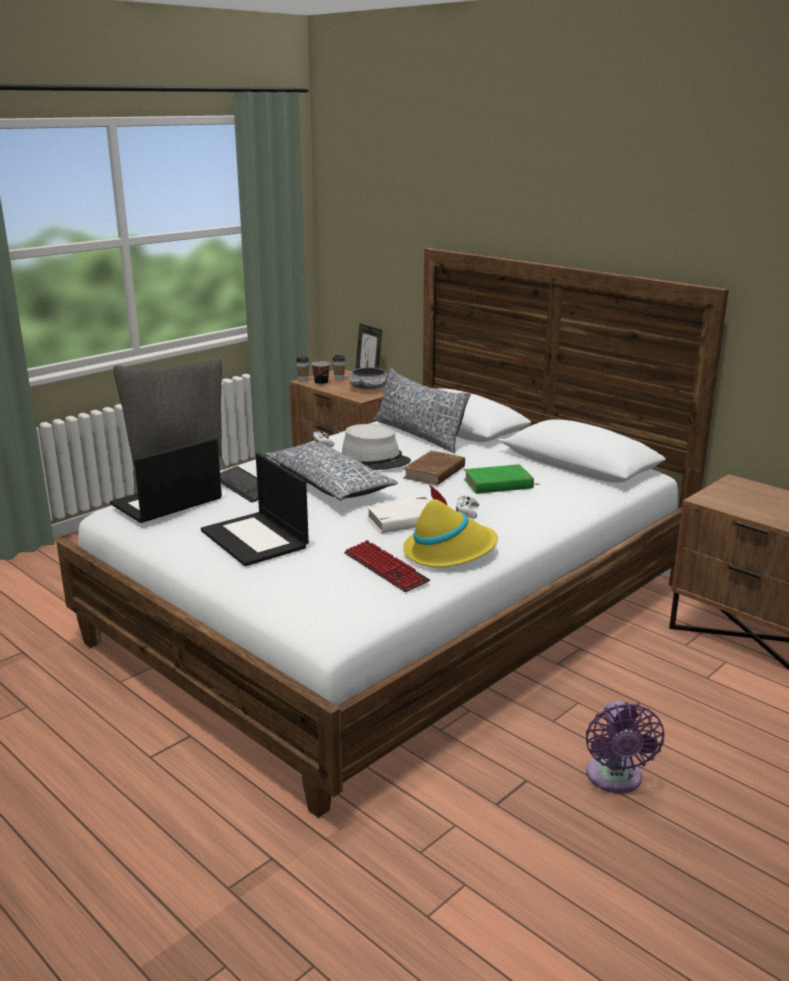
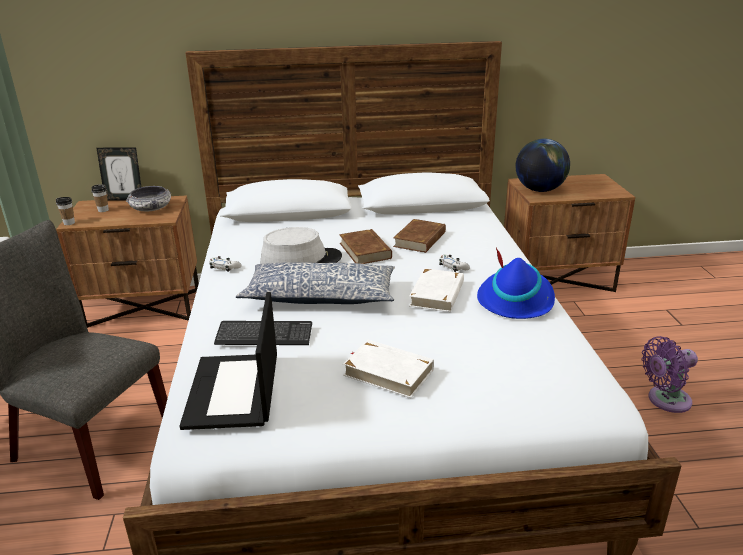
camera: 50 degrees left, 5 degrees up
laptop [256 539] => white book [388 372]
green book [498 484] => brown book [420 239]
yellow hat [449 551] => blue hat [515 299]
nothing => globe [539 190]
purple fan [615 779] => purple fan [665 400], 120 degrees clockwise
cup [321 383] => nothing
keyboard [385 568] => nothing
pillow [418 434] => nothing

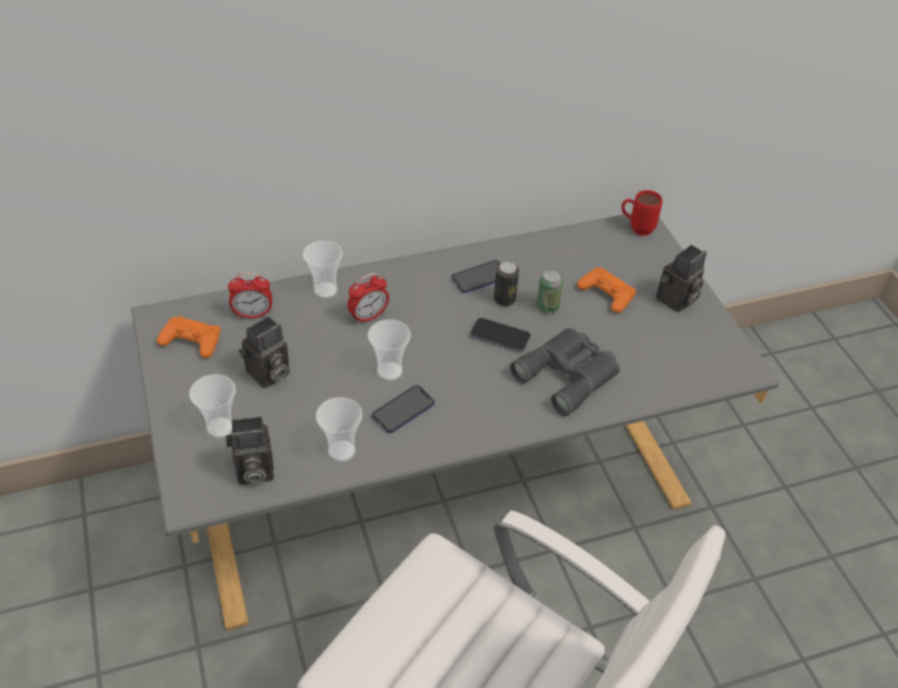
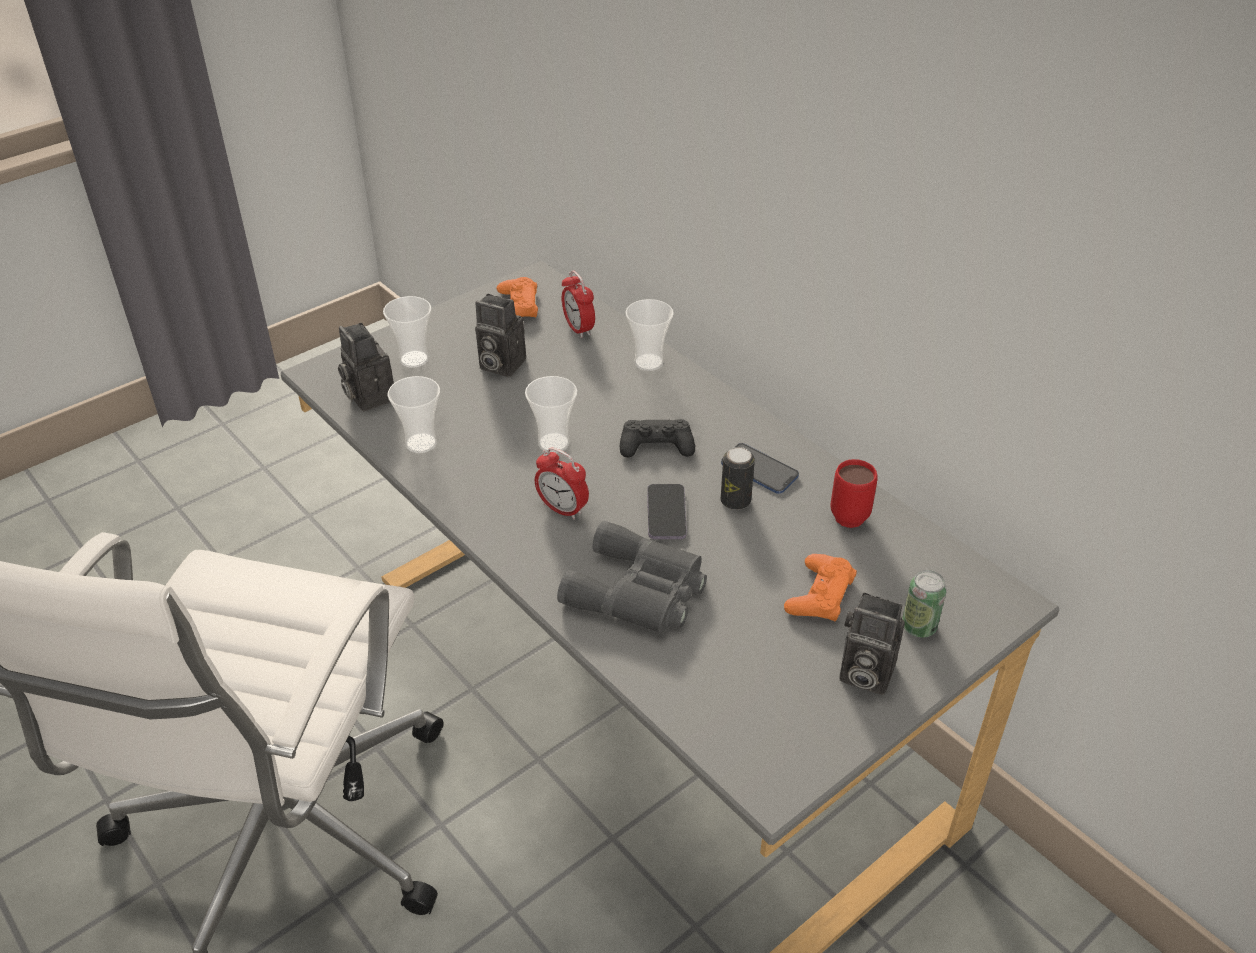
camera: 70 degrees right, 5 degrees down
alarm clock [368 316] => alarm clock [562 509], shifted
nothing => black game controller [656 445]
red mug [636 228] => red mug [847 512], shifted
can [547 307] => can [918 627], shifted
phone [403 410] => nothing

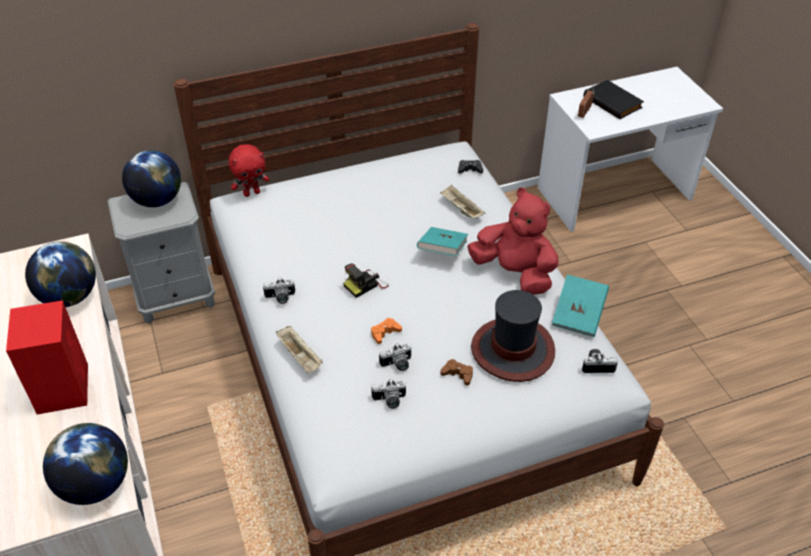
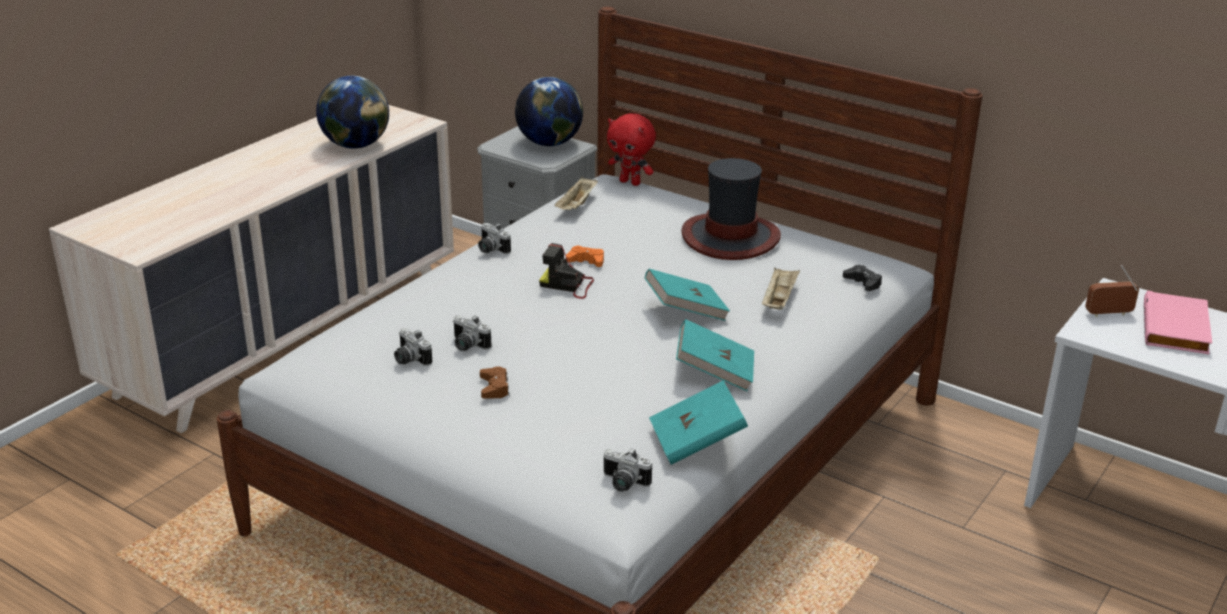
camera: 55 degrees right, 15 degrees down
beige tray [300 356] => beige tray [577 206], shifted
orange game controller [385 333] => orange game controller [586 261], shifted
photo camera [597 365] => photo camera [623 484], 150 degrees clockwise
red plush toy [514 273] => turquoise book [714 372]
hat [513 350] => hat [730 237], shifted
black book [613 102] => pink book [1177 328]
red speaker [63 387] => nothing
globe [95 485] => nothing

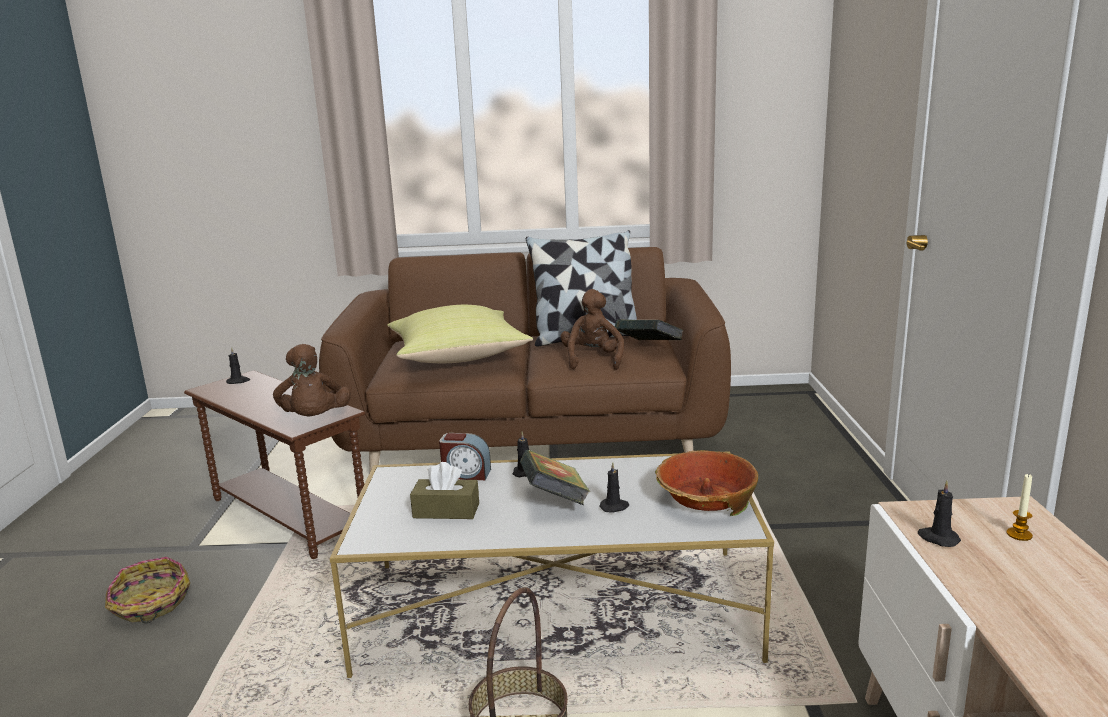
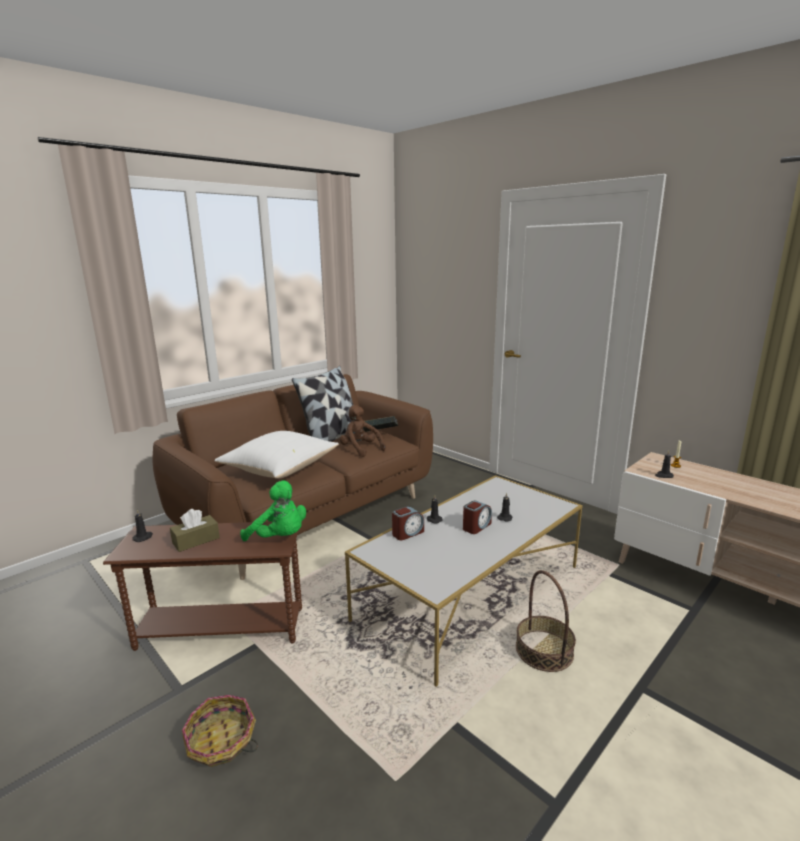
camera: 45 degrees left, 0 degrees up
brown tissue box [446 510] => brown tissue box [196 540], shifted
yellow pillow [459 357] => white pillow [280 469]
brown plush toy [314 420] => green plush toy [279 538]
book [554 501] => alarm clock [476 526]
bowl [706 499] => nothing

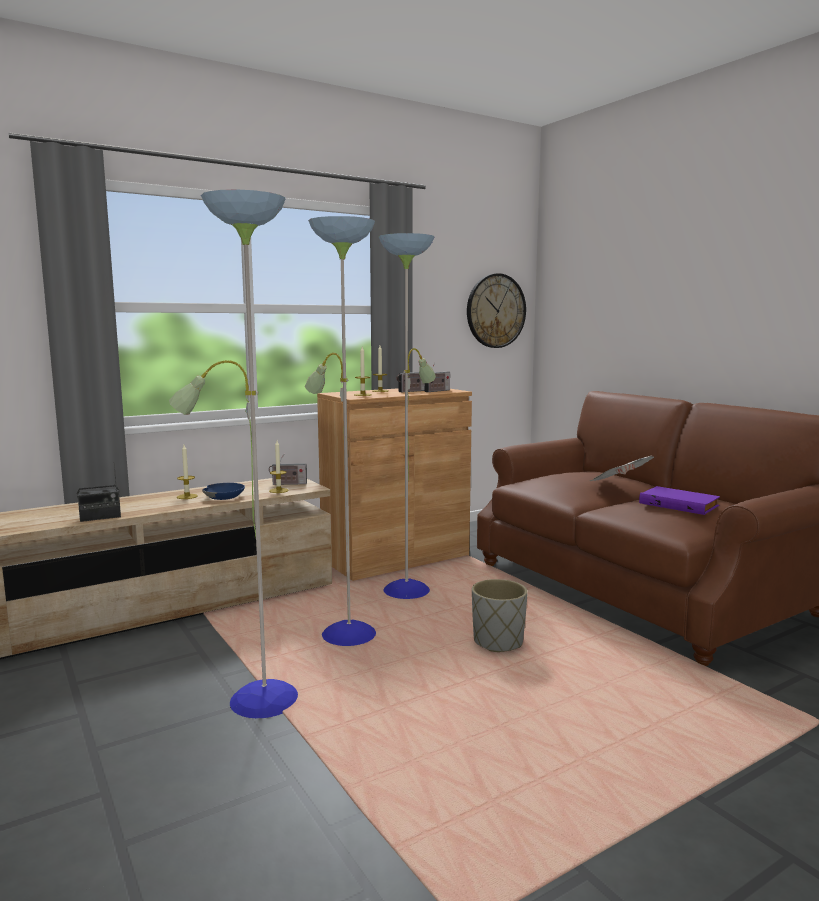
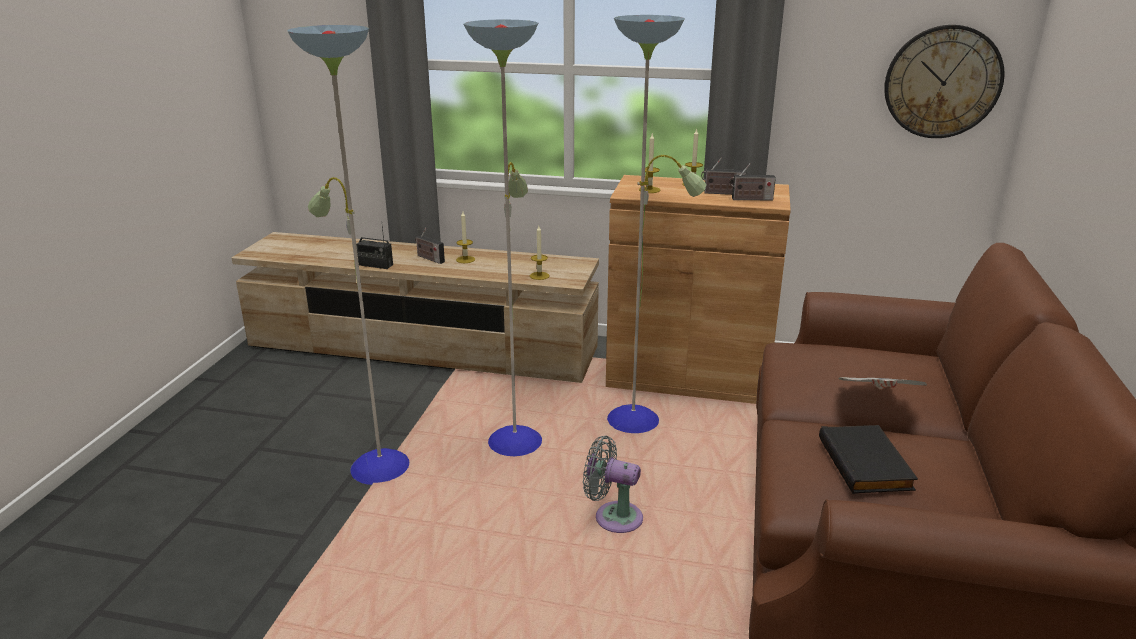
camera: 45 degrees right, 15 degrees up
radio [288 484] => radio [429 258], shifted
grey planter [498 642] => grey fan [613 517]
purple book [680 504] => black book [867 464]
blue bowl [224 496] => nothing

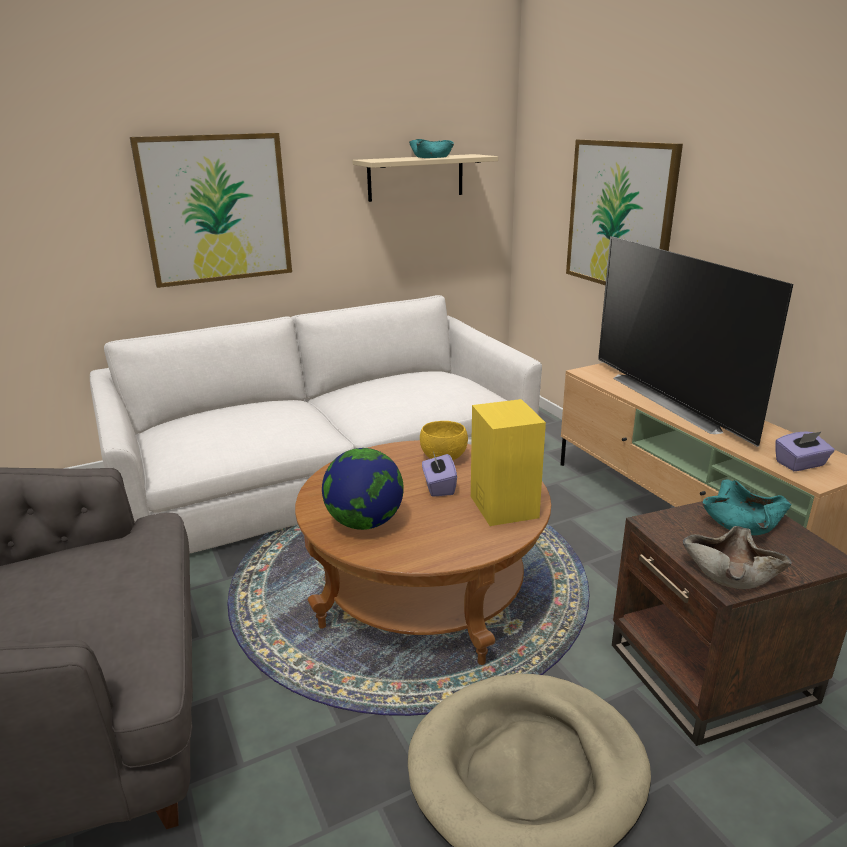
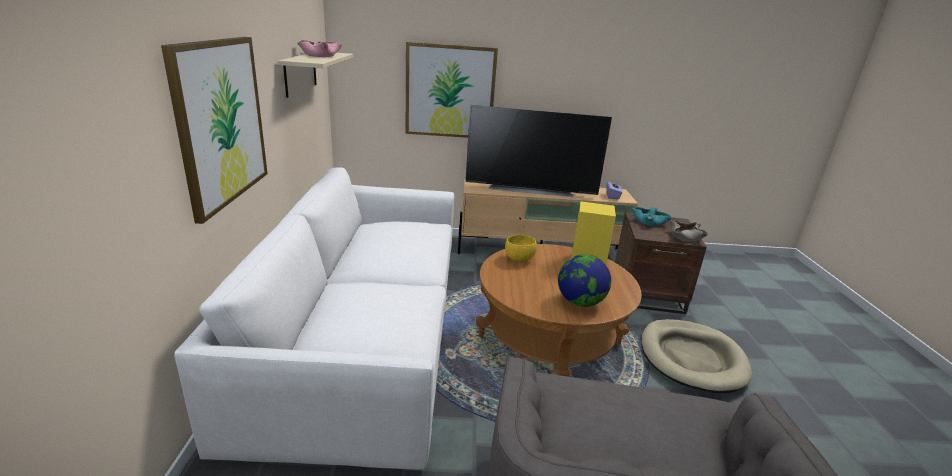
camera: 65 degrees left, 0 degrees up
turquoise bowl [432 157] => pink bowl [320 55]
purple tissue box [438 487] => nothing

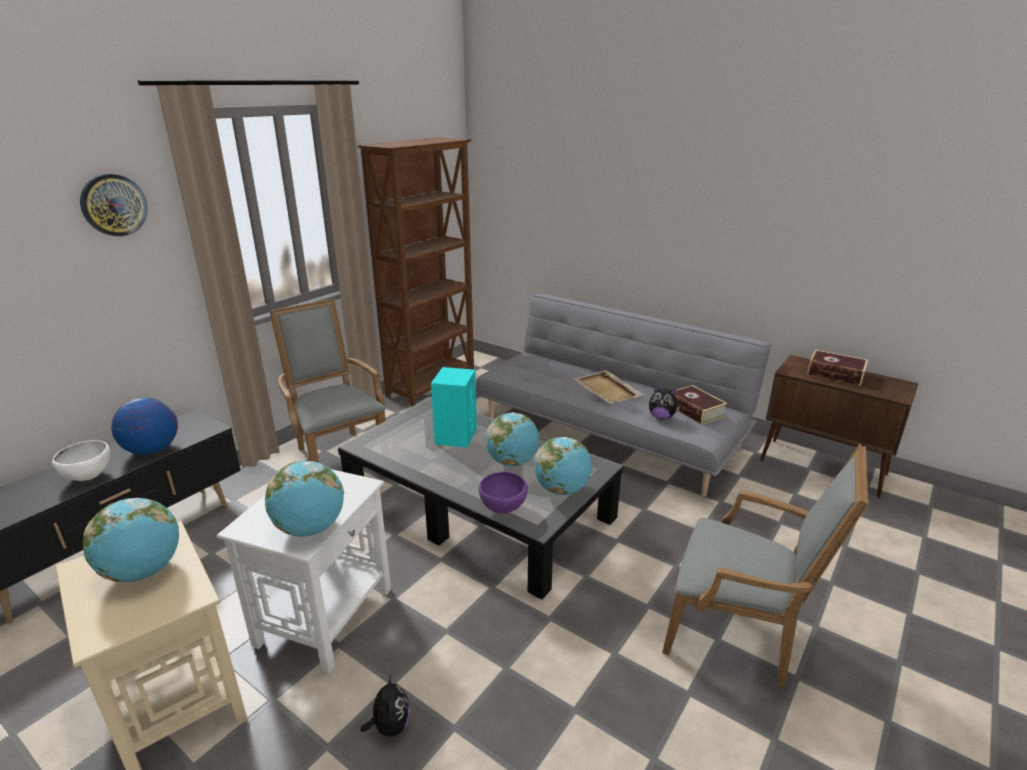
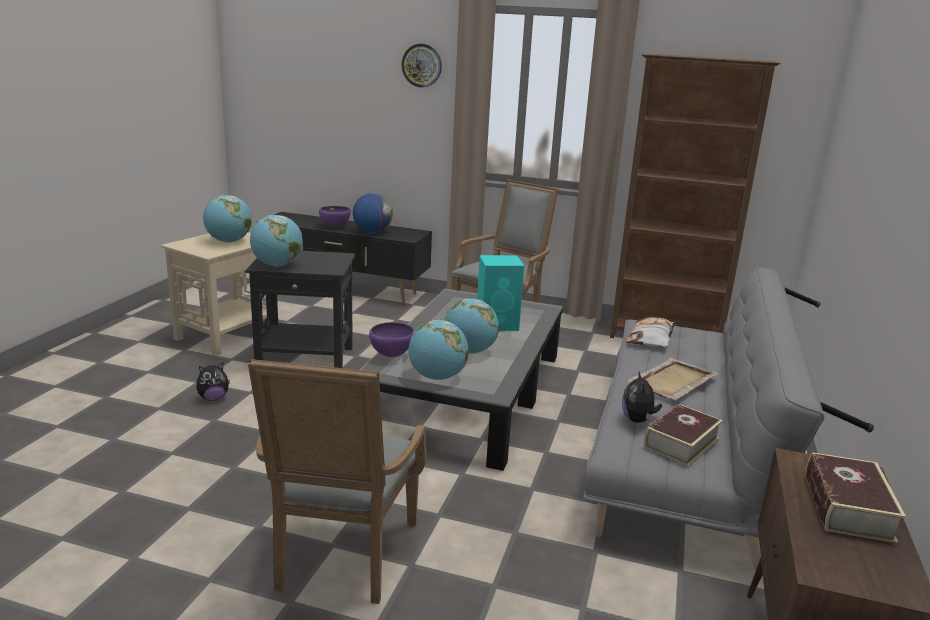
camera: 70 degrees right, 5 degrees down
white side table [326 615] => black side table [306 359]
white bowl [89 477] => purple bowl [335 227]
nothing => pillow [651 338]

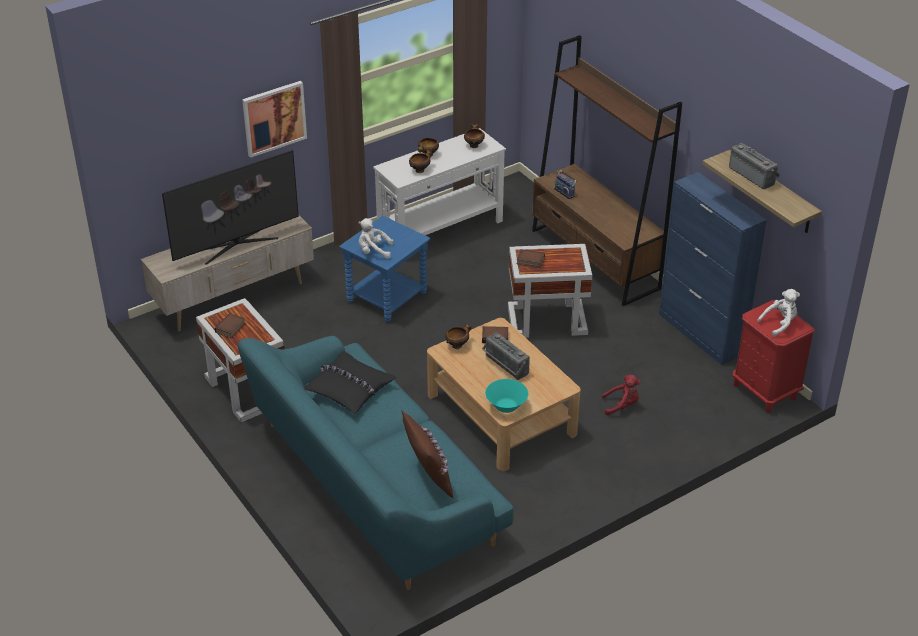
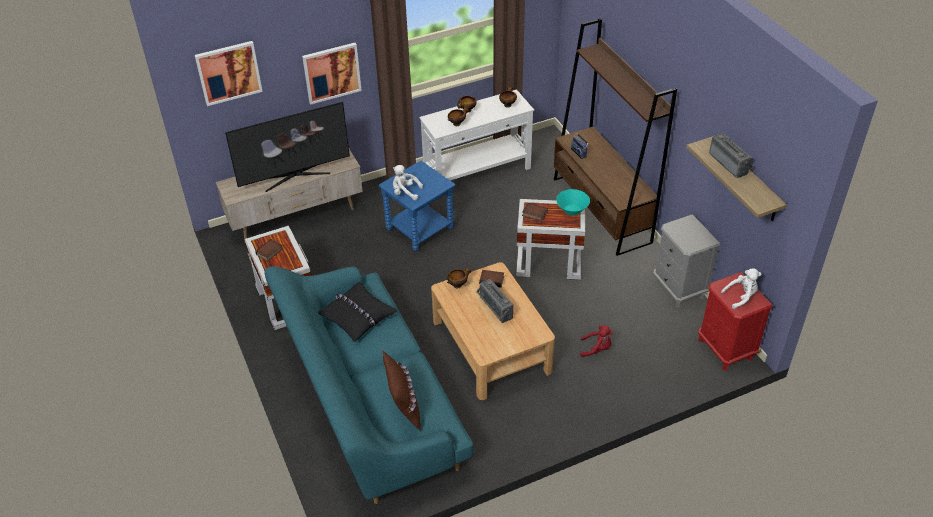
camera: 10 degrees right, 5 degrees up
nothing => picture [228 72]
turquoise bowl [506 406] => turquoise bowl [572 210], shifted
blue cabinet [701 334] => grey nightstand [679 288]

